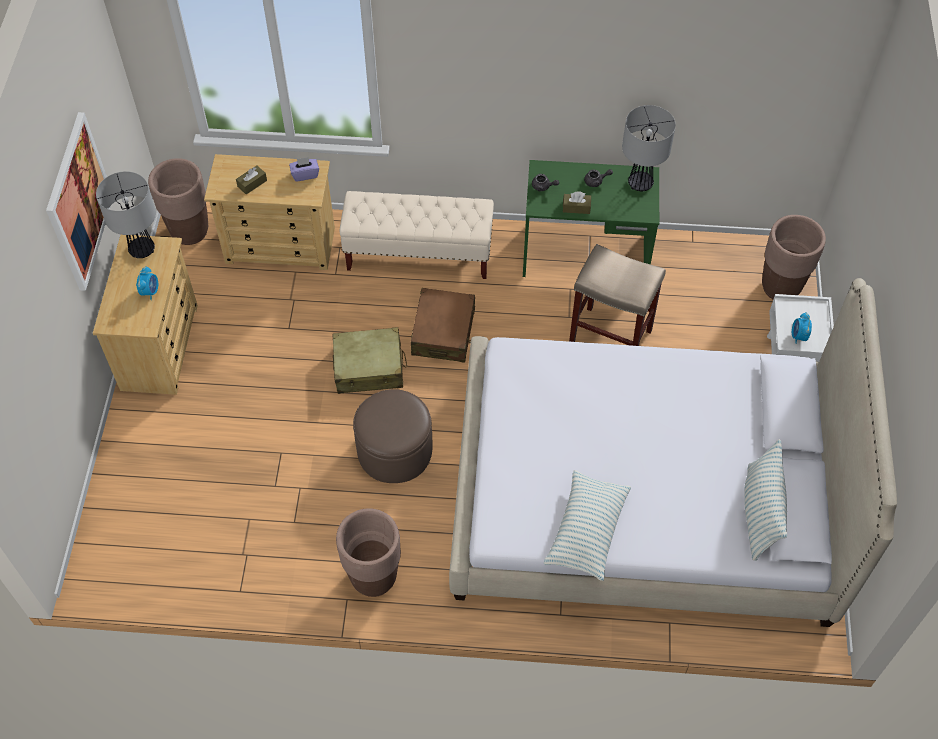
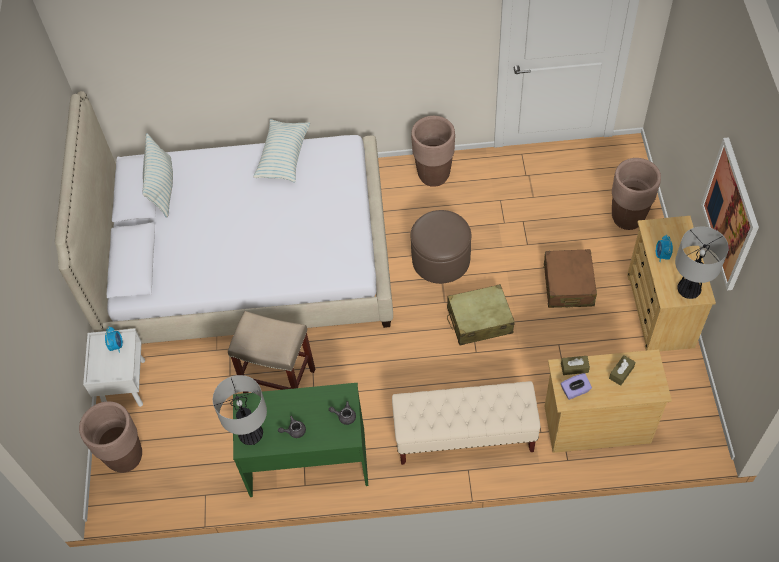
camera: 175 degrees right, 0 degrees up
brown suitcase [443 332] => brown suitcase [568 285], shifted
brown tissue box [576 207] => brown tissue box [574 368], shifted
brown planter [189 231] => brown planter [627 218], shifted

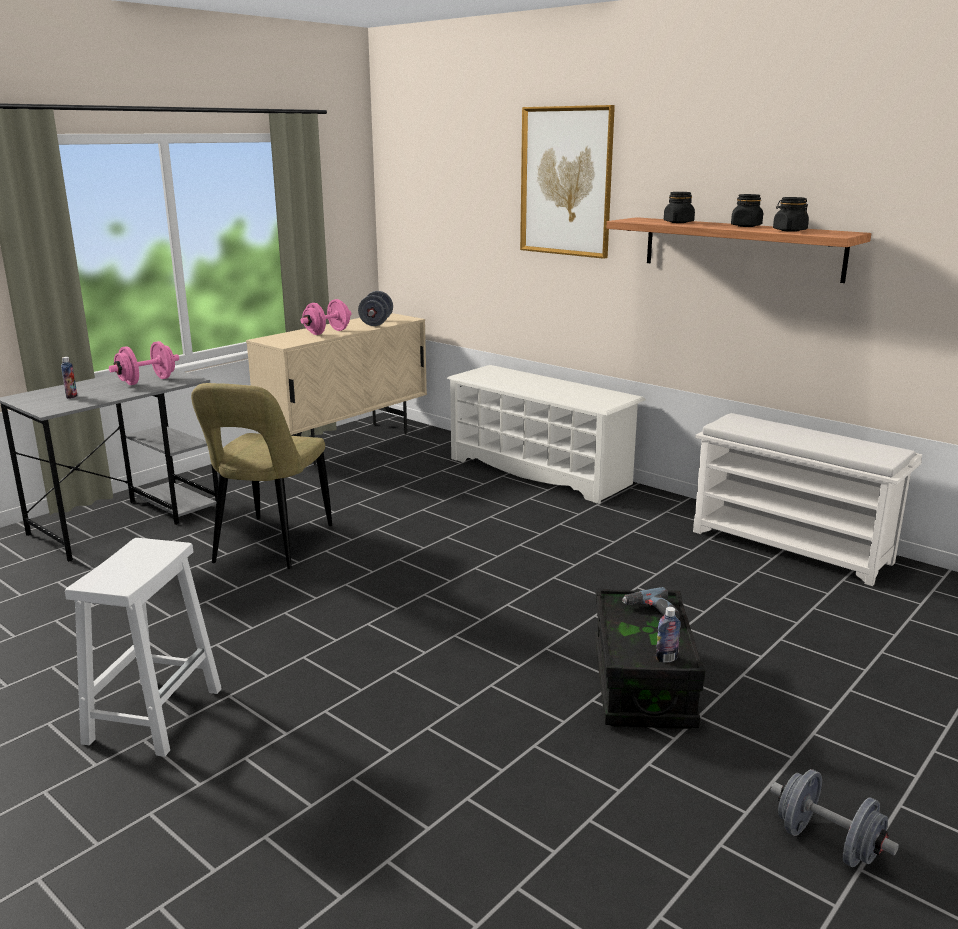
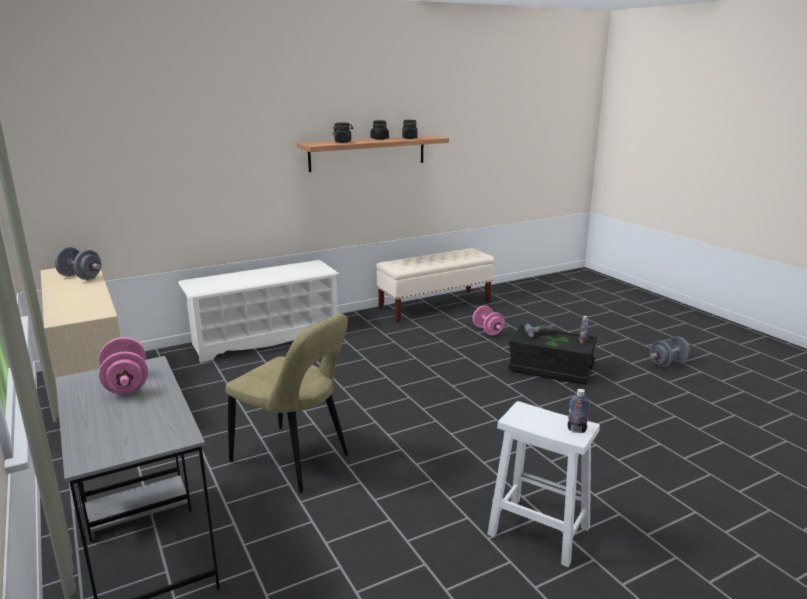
camera: 70 degrees left, 0 degrees up
white shoe rack [792 547] => beige bench [435 306]
pink dumbbell [327 332] => pink dumbbell [487 331], shifted
bottle [71 396] => bottle [576 430], shifted
picture [566 181] => nothing

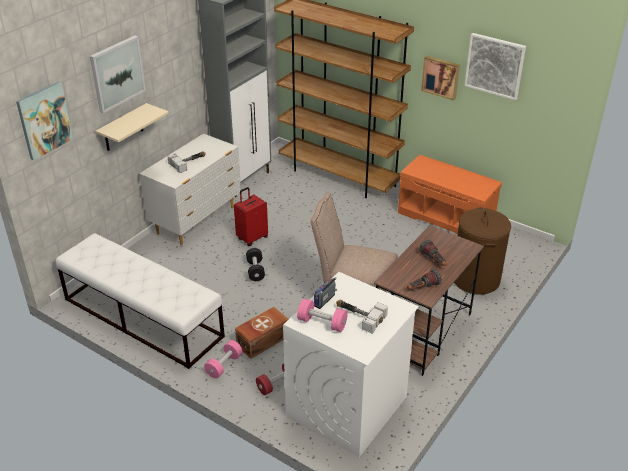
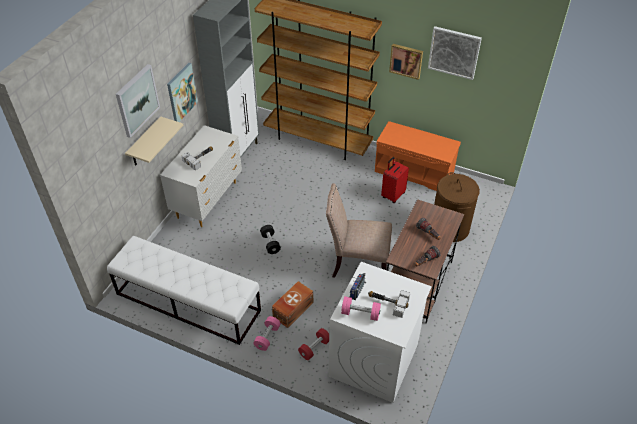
camera: 10 degrees left, 10 degrees up
picture [44 120] => picture [181 93], shifted
red suitcase [252 238] => red suitcase [392 195], shifted

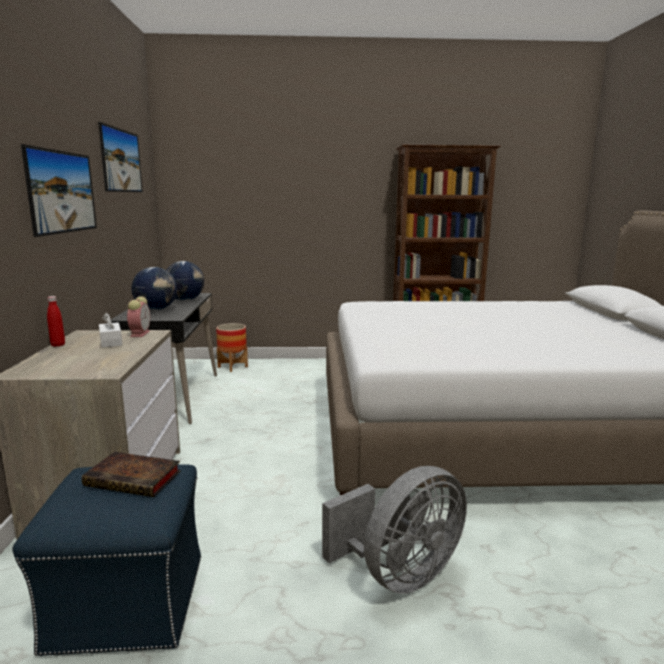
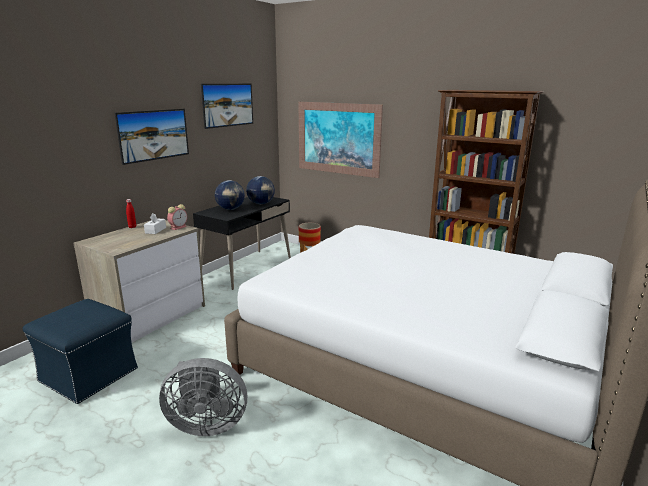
camera: 35 degrees right, 5 degrees up
nothing => picture [338 138]
book [135 479] => nothing

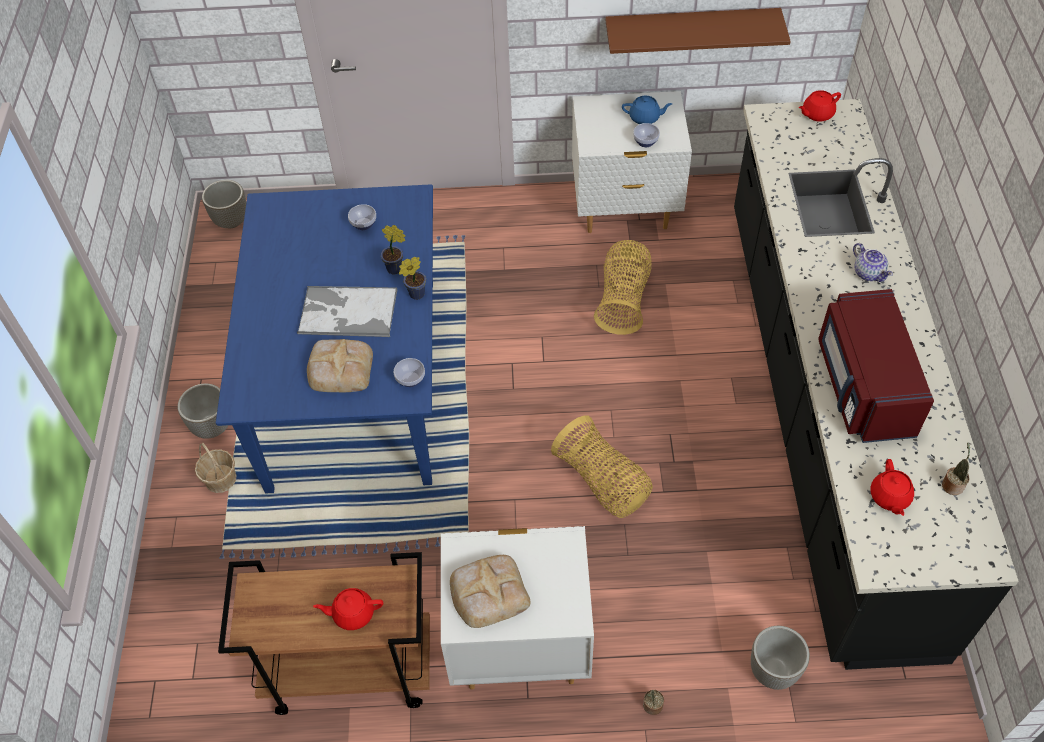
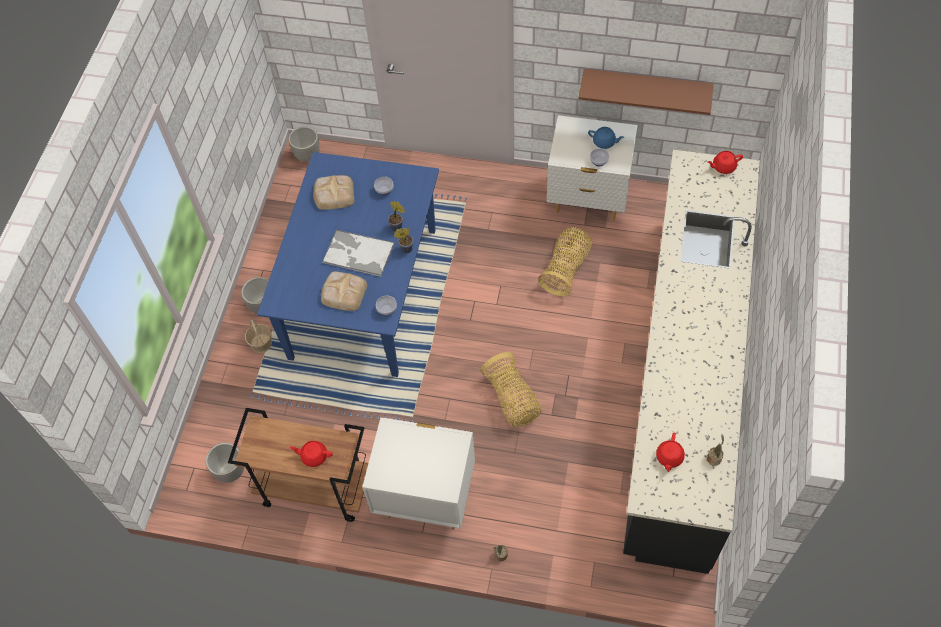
camera: 15 degrees right, 5 degrees up
planter [772 671] => planter [230 471], shifted
bread [487 592] => bread [333 194], shifted
red microwave [863 387] => nothing
teapot [869 273] => nothing

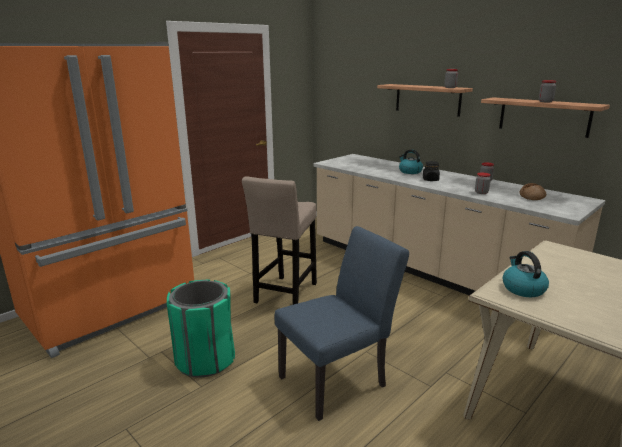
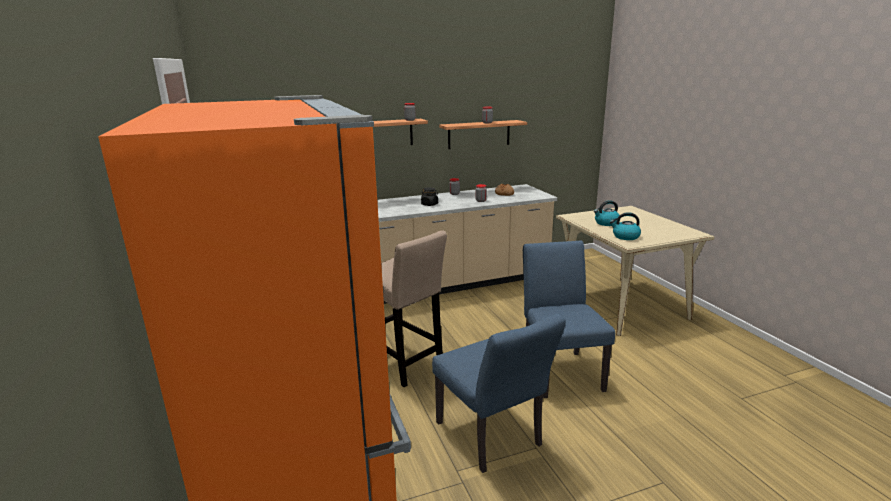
camera: 65 degrees left, 0 degrees up
green trash can [205 360] => blue chair [492 438]
kettle [410 171] => kettle [606 223], shifted

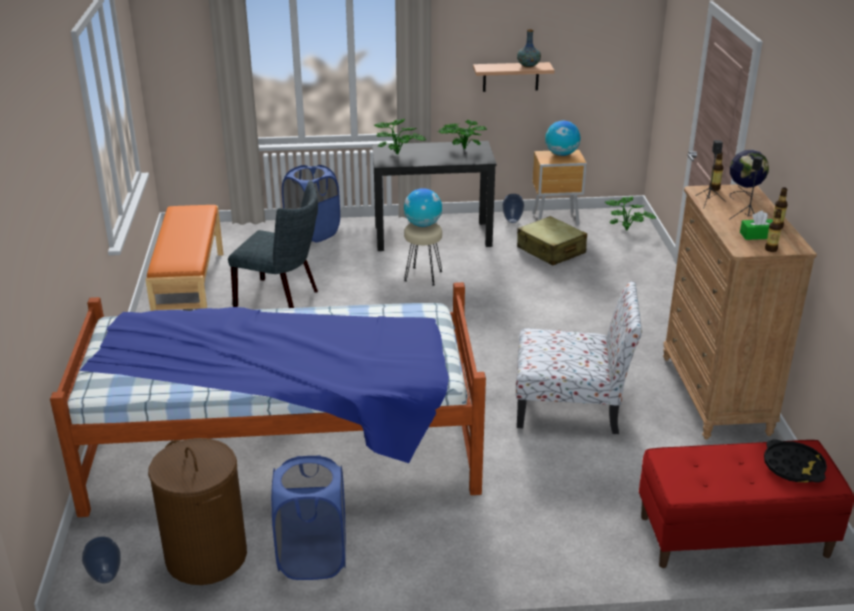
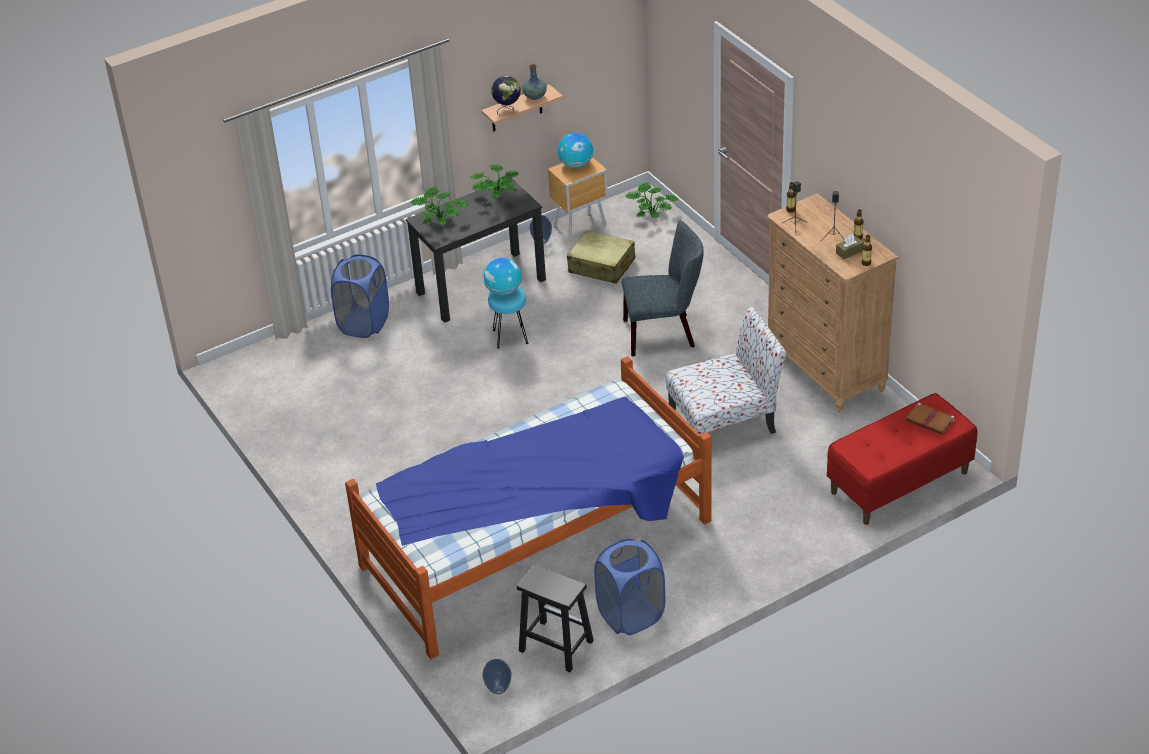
camera: 25 degrees left, 10 degrees up
beige stool [423 276] => turquoise stool [510 337]
globe [744 195] => globe [507 109], shifted
brown laundry basket [206 556] => black stool [555 646]
grey chair [282 299] => grey chair [664 333], shifted
green tissue box [757 235] => brown tissue box [849 252]
black tray [793 467] => brown book [930 420]
orange bench [189 290] => nothing

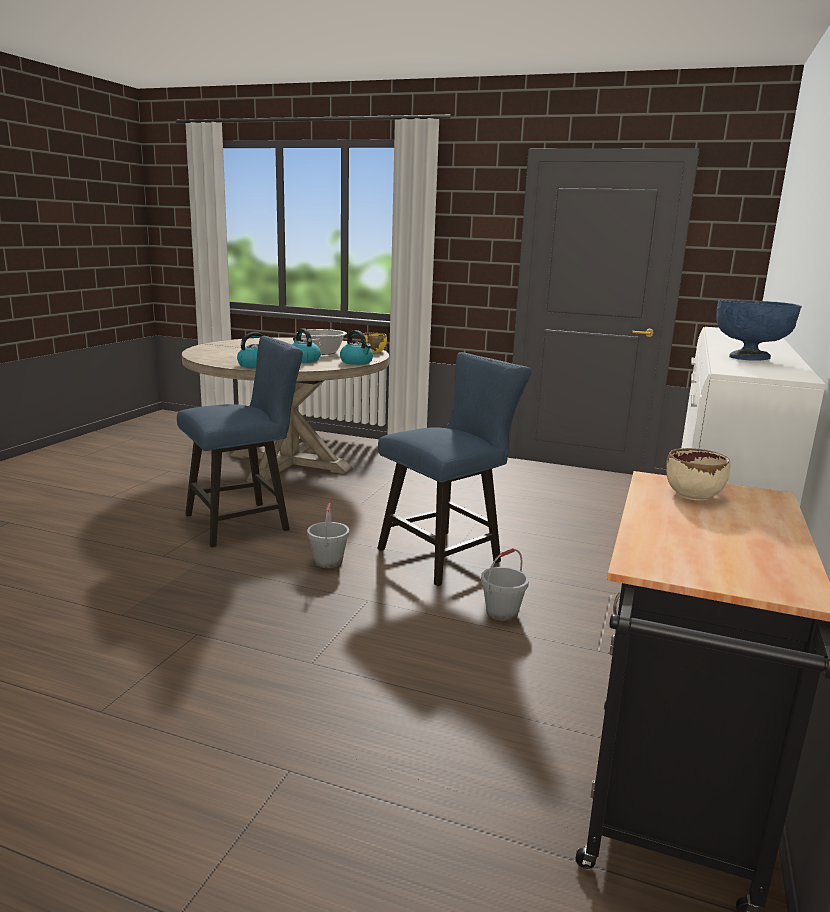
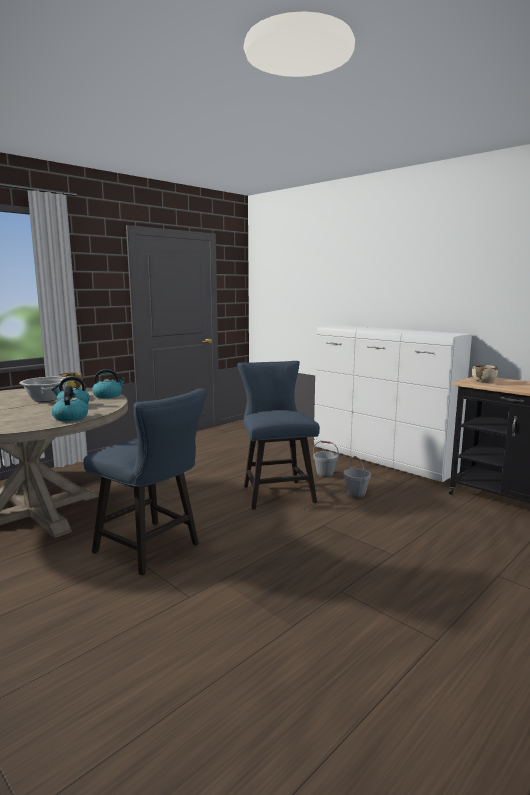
camera: 65 degrees left, 5 degrees down
blue chair [245 522] => blue chair [152 550], 135 degrees clockwise
grey bucket [328 562] => grey bucket [325 474], shifted
blue bowl [749 358] => nothing

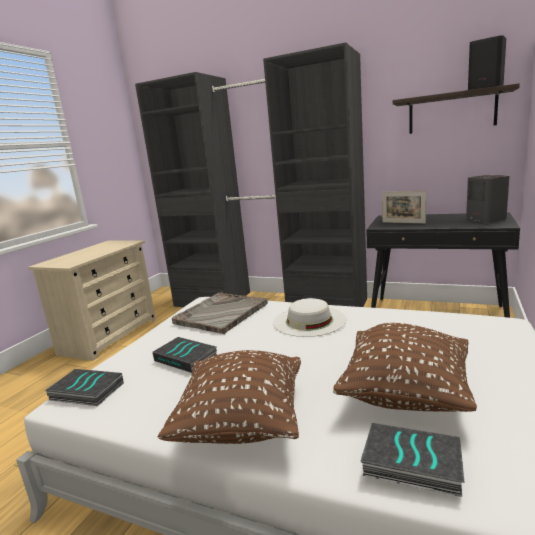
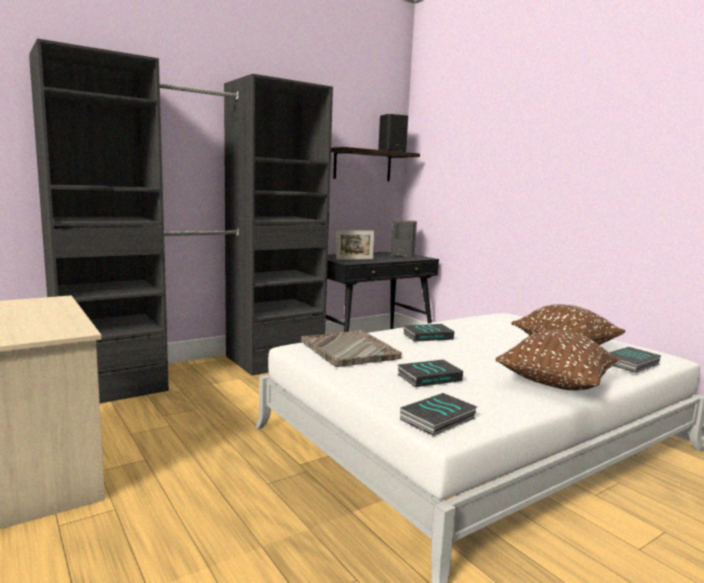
camera: 60 degrees left, 5 degrees down
white hat [309 320] => book [428 336]

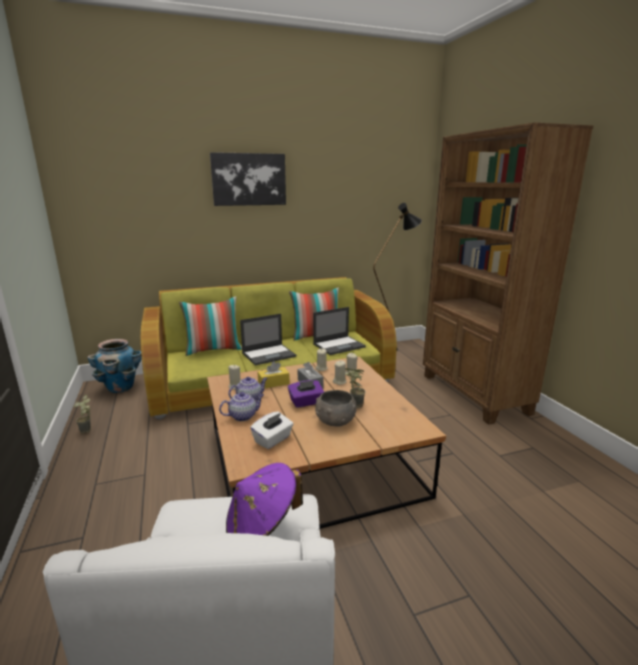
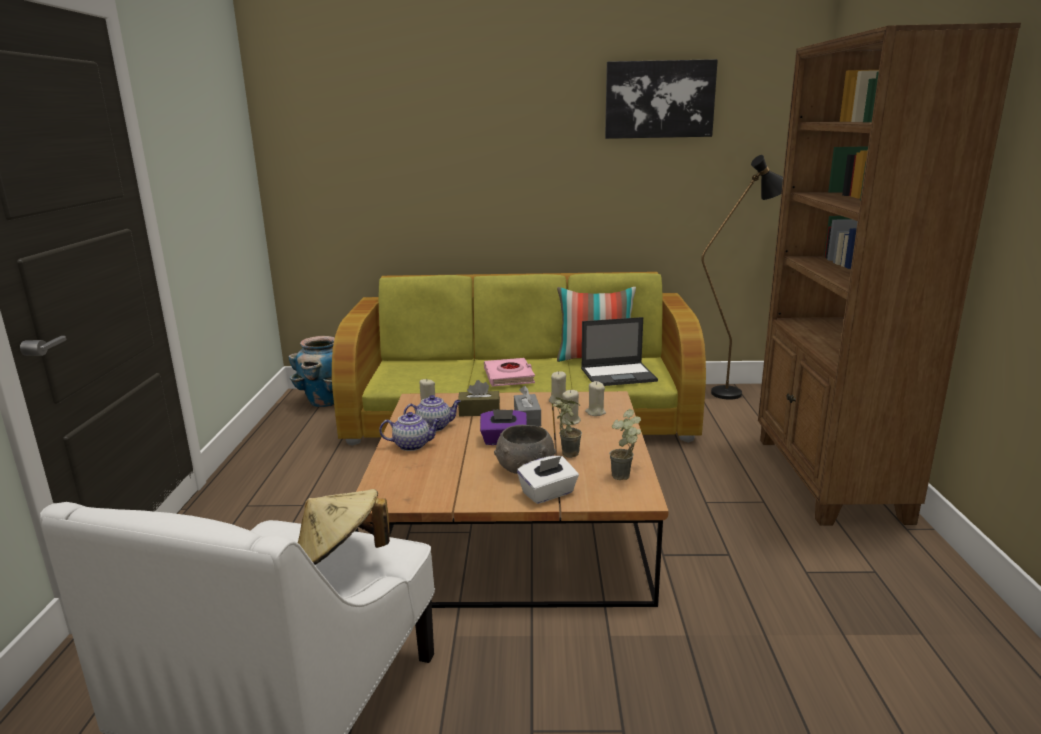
camera: 20 degrees right, 0 degrees up
purple hat [262 524] => beige hat [340 559]
yellow tissue box [273 383] => brown tissue box [479 411]
laptop [269 354] => pink book [509 376]
white tissue box [273 440] => white tissue box [548 493], shifted
picture [249 179] => picture [659 99], shifted
potted plant [88 431] => potted plant [625 478], shifted
pillow [213 350] => nothing

